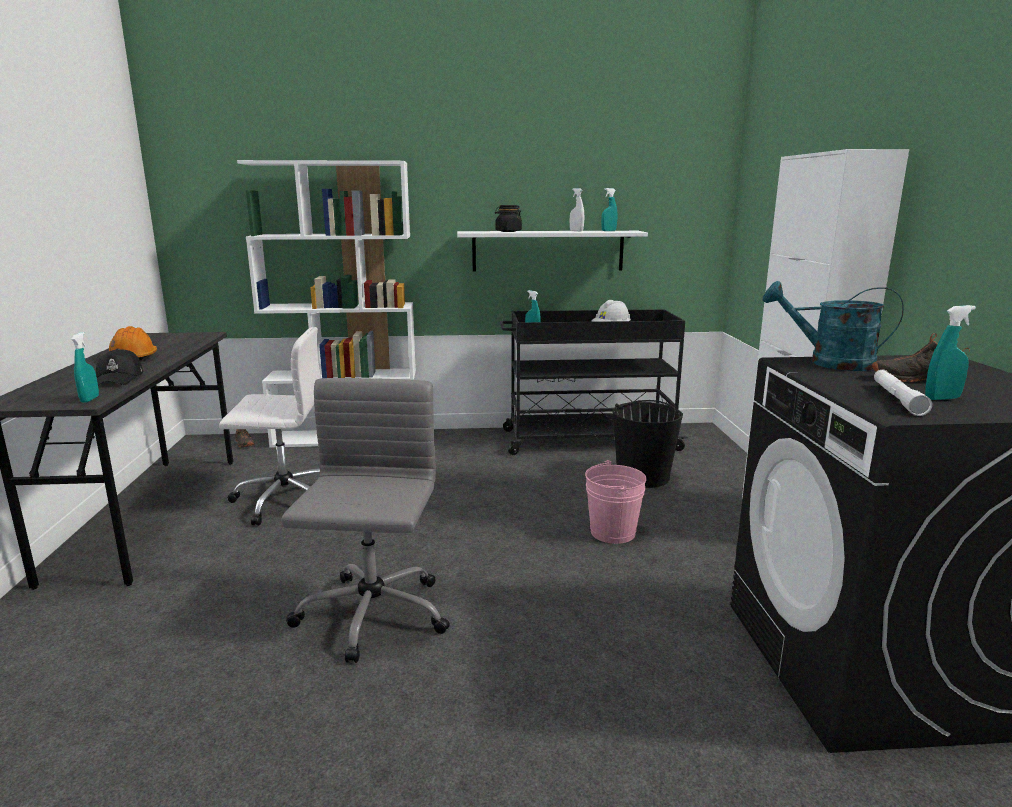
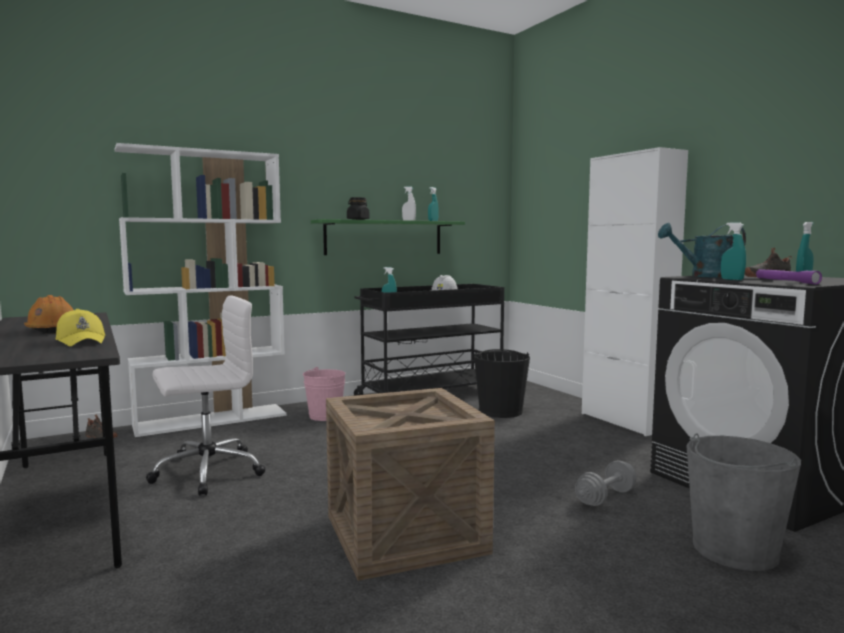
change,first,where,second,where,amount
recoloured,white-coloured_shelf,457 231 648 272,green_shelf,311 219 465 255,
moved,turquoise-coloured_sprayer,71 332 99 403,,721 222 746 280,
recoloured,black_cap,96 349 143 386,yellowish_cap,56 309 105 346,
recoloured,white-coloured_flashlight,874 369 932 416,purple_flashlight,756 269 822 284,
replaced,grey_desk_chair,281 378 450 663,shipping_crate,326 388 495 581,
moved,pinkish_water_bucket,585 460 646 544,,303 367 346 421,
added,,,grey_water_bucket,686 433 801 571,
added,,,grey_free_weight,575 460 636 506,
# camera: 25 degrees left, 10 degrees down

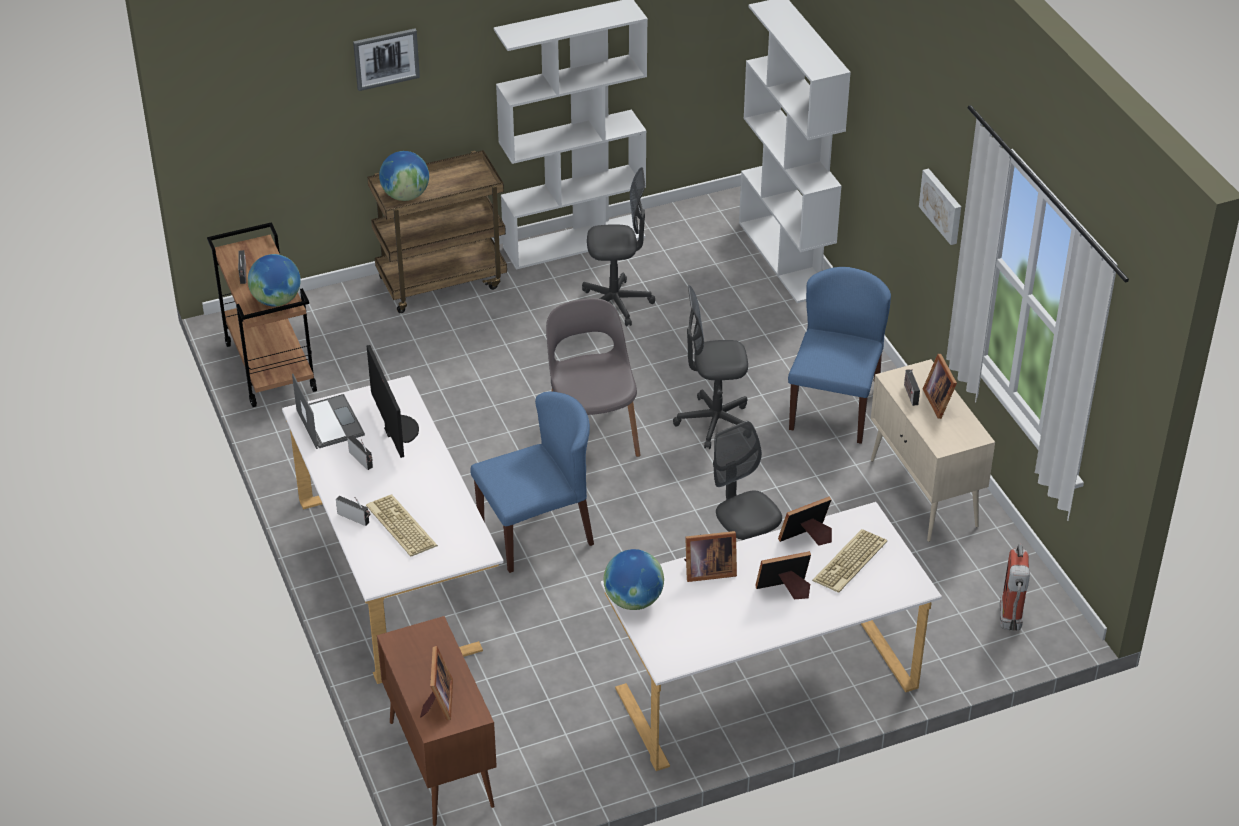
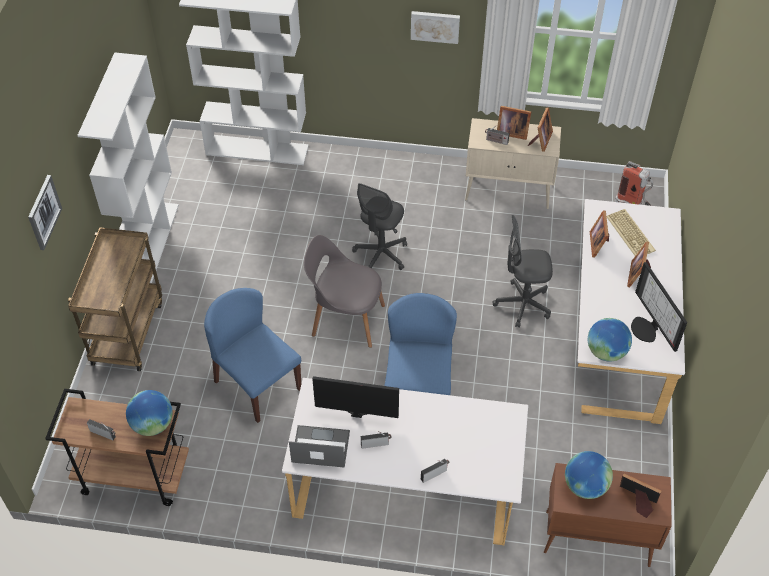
change,first,where,second,where,amount
moved,desk_globe,379 151 429 201,,565 451 613 499,
removed,grey_desk_chair,582 167 655 327,,,
moved,blue-coloured_plain_chair,788 267 891 444,,204 288 301 423,
removed,computer_keyboard,366 495 438 556,,,
moved,standing_frame,684 531 737 582,,528 107 553 152,
added,,,computer_display,631 262 687 352,
# camera: 60 degrees left, 10 degrees up

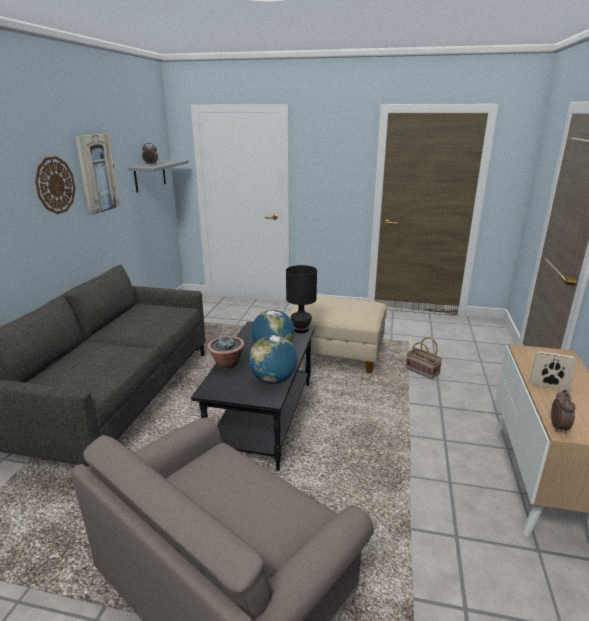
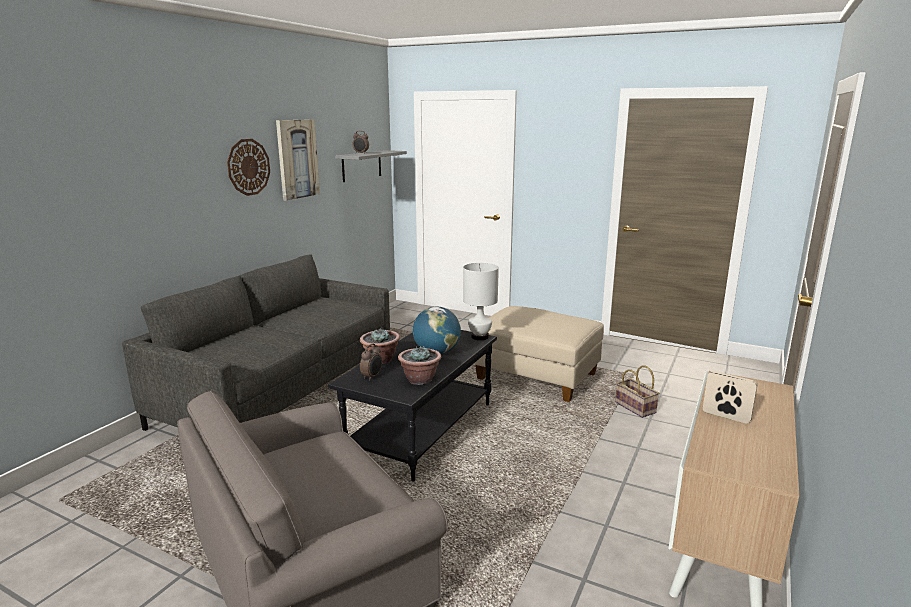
change,first,where,second,where,amount
recoloured,black_table_lamp,286 265 317 333,white-coloured_table_lamp,463 263 499 340,
replaced,desk_globe,249 335 298 384,potted_plant,398 346 441 385,
moved,table_clock,551 390 576 434,,360 344 382 381,
# camera: 15 degrees right, 5 degrees down

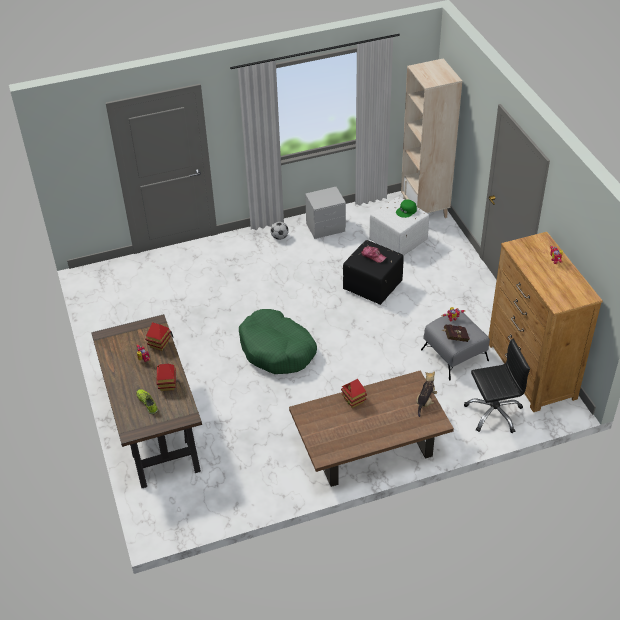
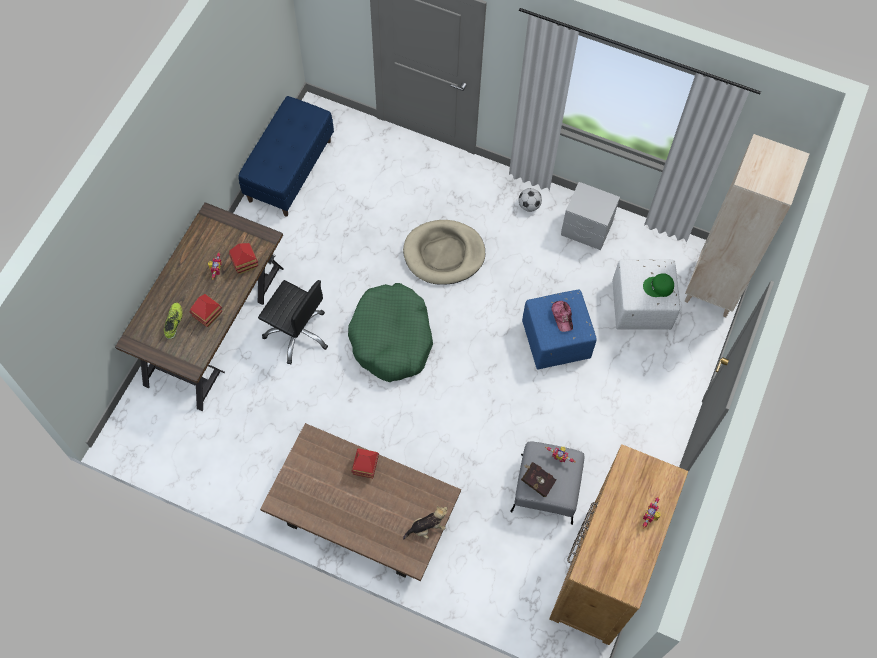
change,first,where,second,where,amount
recoloured,black_footrest,343 240 404 305,blue-coloured_footrest,522 290 597 369,
moved,black_desk_chair,464 339 530 433,,258 280 328 364,
added,,,blue-coloured_long_seat,238 96 334 217,
added,,,beige-coloured_pet_bed,403 220 485 285,
# camera: 40 degrees right, 20 degrees up

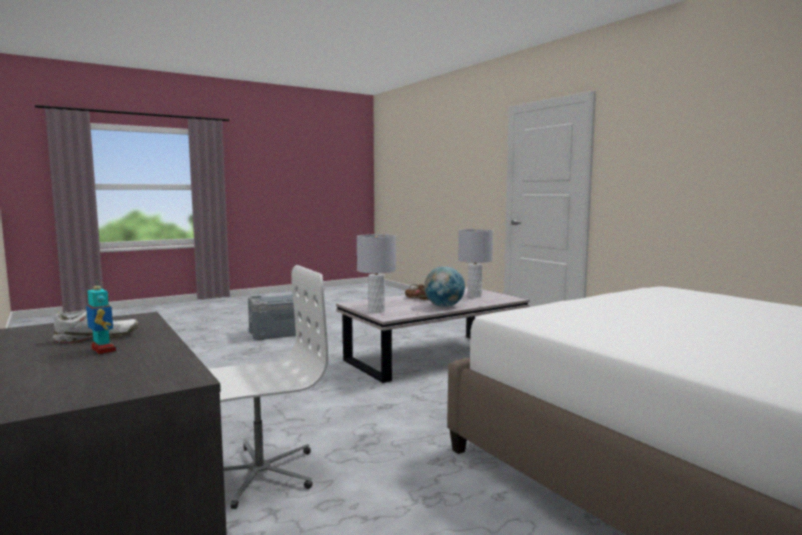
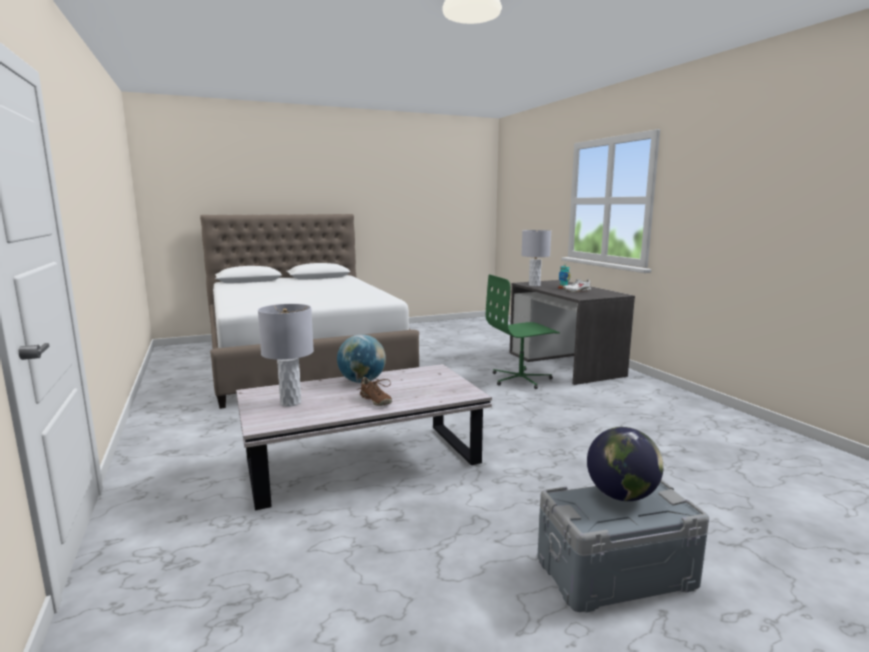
change,first,where,second,where,amount
moved,grey_table_lamp,357 234 396 312,,521 230 551 286,
recoloured,white-coloured_desk_chair,208 265 328 509,green_desk_chair,486 274 560 389,
added,,,desk_globe,587 427 663 501,
# camera: 170 degrees left, 5 degrees up

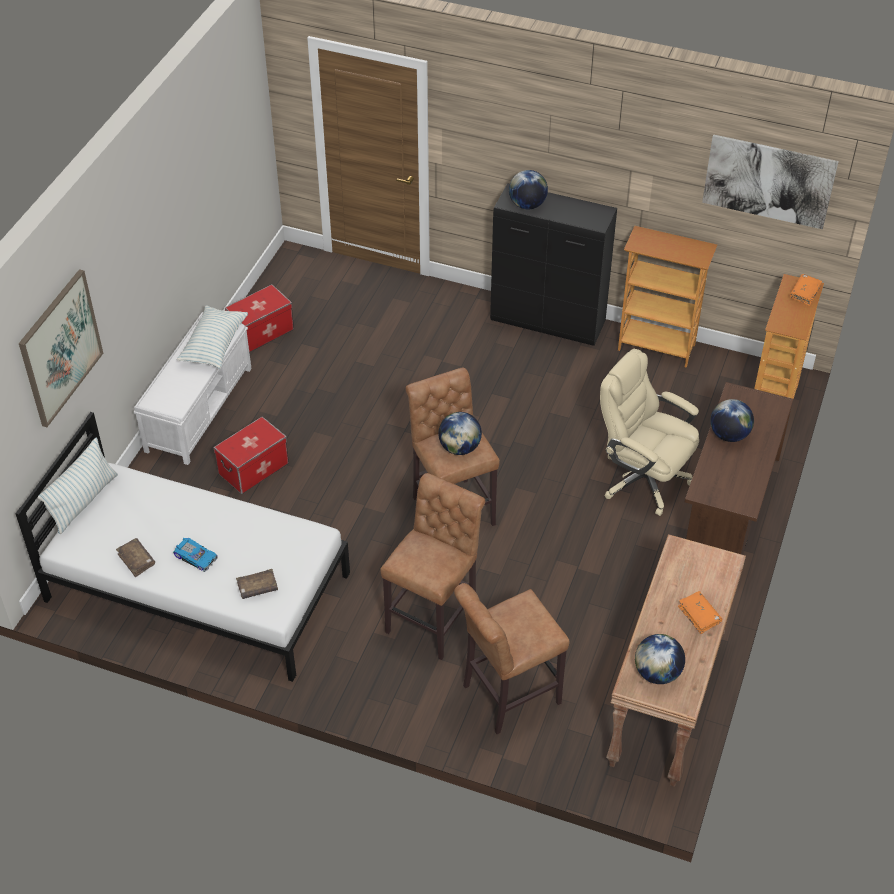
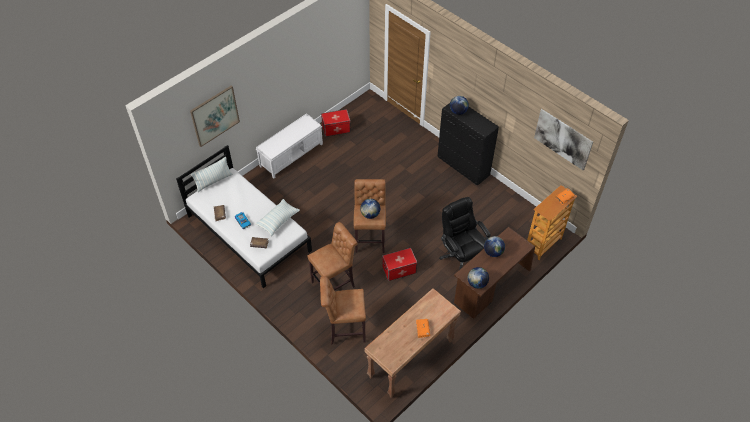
change,first,where,second,where,amount
removed,bookshelf,618 226 717 368,,,
moved,pillow,177 305 248 369,,255 199 300 236,
recoloured,beige-coloured_desk_chair,600 349 699 516,black_desk_chair,439 197 491 270,
moved,storage_container,213 417 289 494,,382 248 417 281,
moved,desk_globe,635 634 685 684,,468 267 489 289,
# camera: 25 degrees right, 5 degrees up

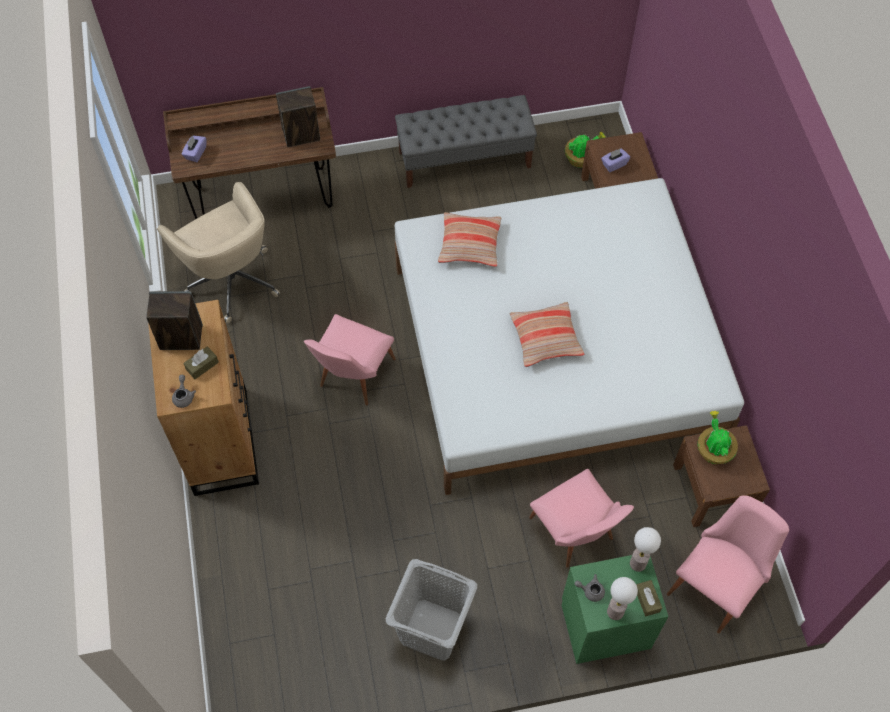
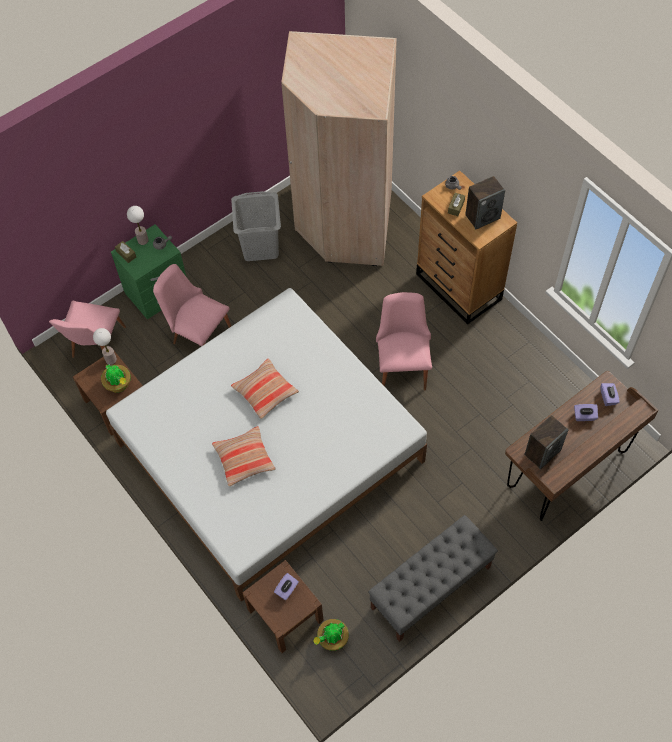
change,first,where,second,where,amount
removed,beige-coloured_desk_chair,157 182 280 323,,,
moved,pillow,438 212 501 267,,212 426 276 486,
moved,table_lamp,630 527 661 572,,93 328 117 365,
added,,,beige-coloured_armoire,281 31 397 266,
added,,,purple_box_of_tissues,574 404 598 421,
# camera: 155 degrees right, 0 degrees up

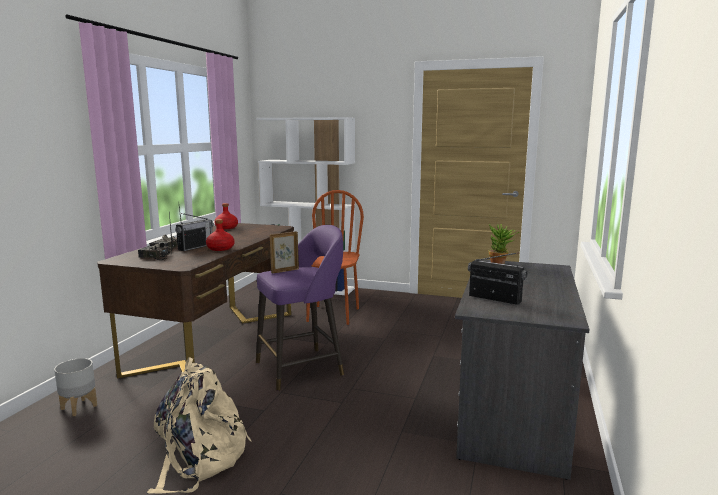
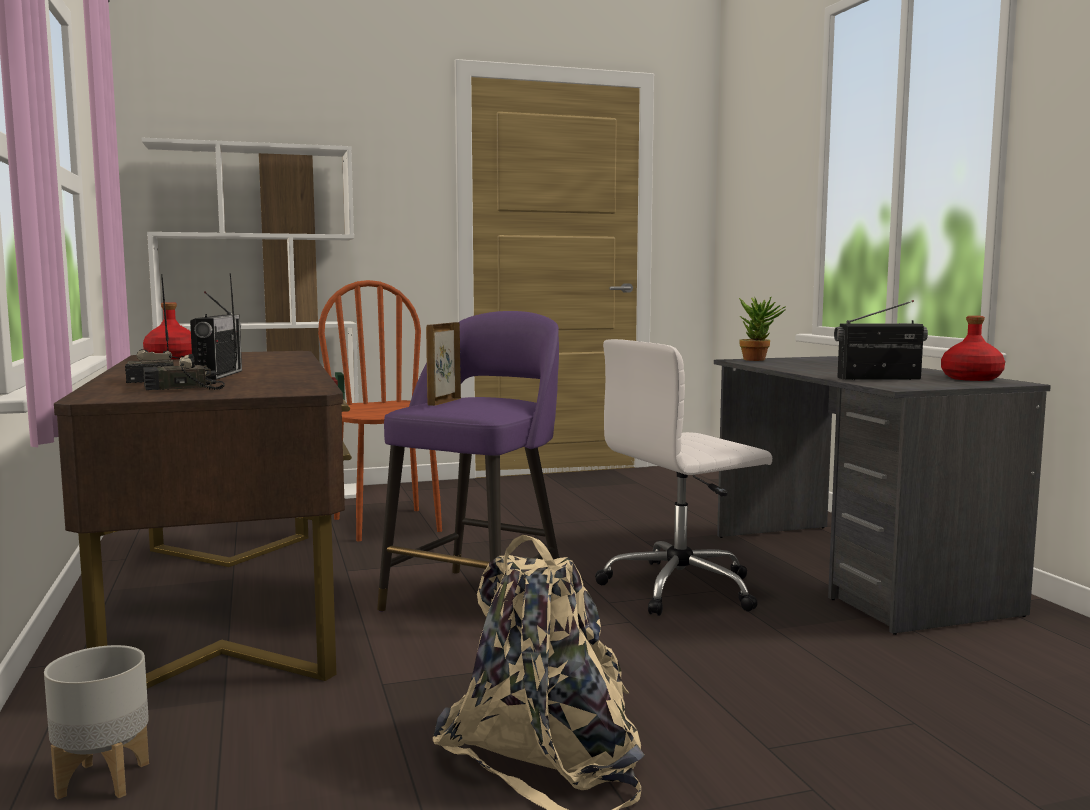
change,first,where,second,where,amount
moved,reddish_bottle,206 219 234 251,,941 316 1005 381,
added,,,white-coloured_desk_chair,595 339 772 616,
# camera: 35 degrees left, 5 degrees down

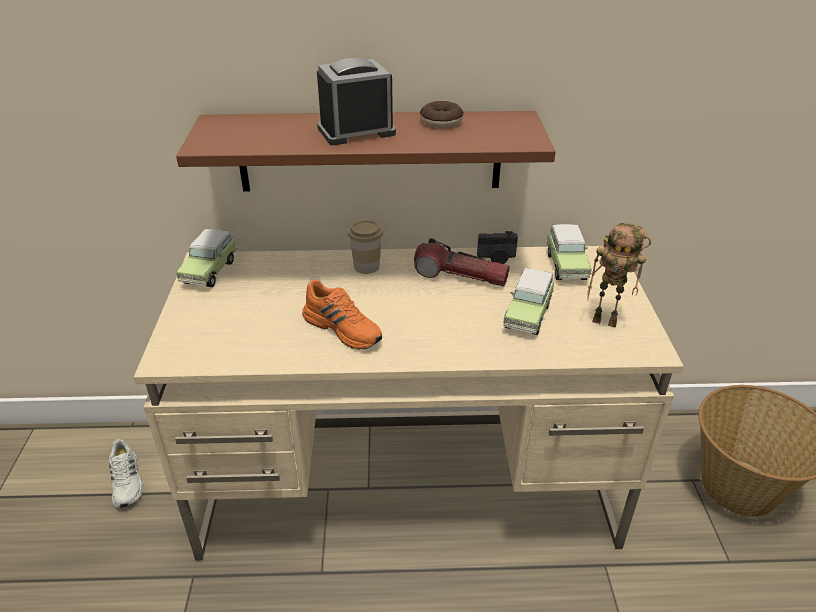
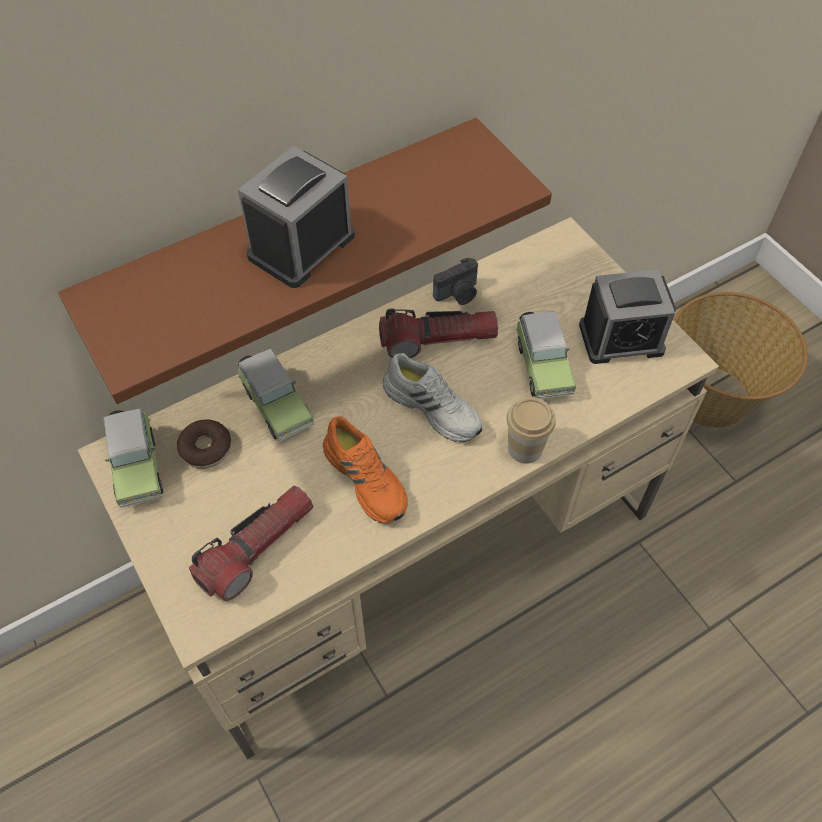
change,first,where,second,where,amount
moved,donut,420 101 464 128,,177 419 231 469,
moved,drinking_cup,348 220 383 274,,506 397 556 464,
replaced,robot_figure,587 223 651 328,table_clock,579 269 676 364,
moved,miniature_car,546 224 592 280,,237 348 314 442,
turned,orange_shoe,302 279 382 350,,323 417 408 524,45 degrees clockwise
moved,white-coloured_shoe,109 439 144 508,,383 353 482 442,
added,,,flashlight,189 485 313 601,
# camera: 30 degrees left, 20 degrees up

